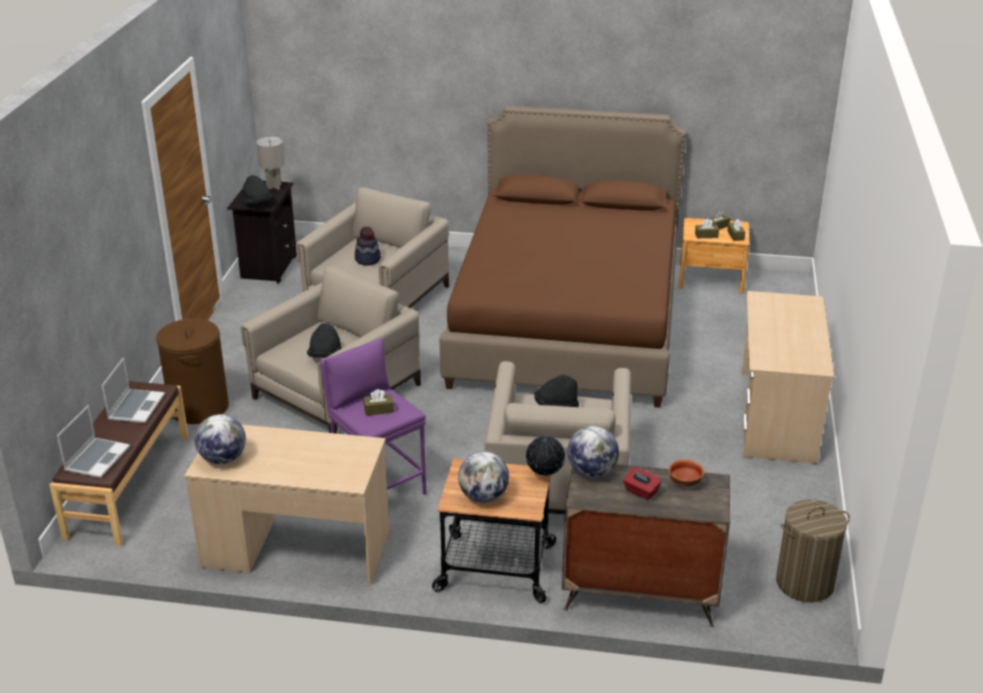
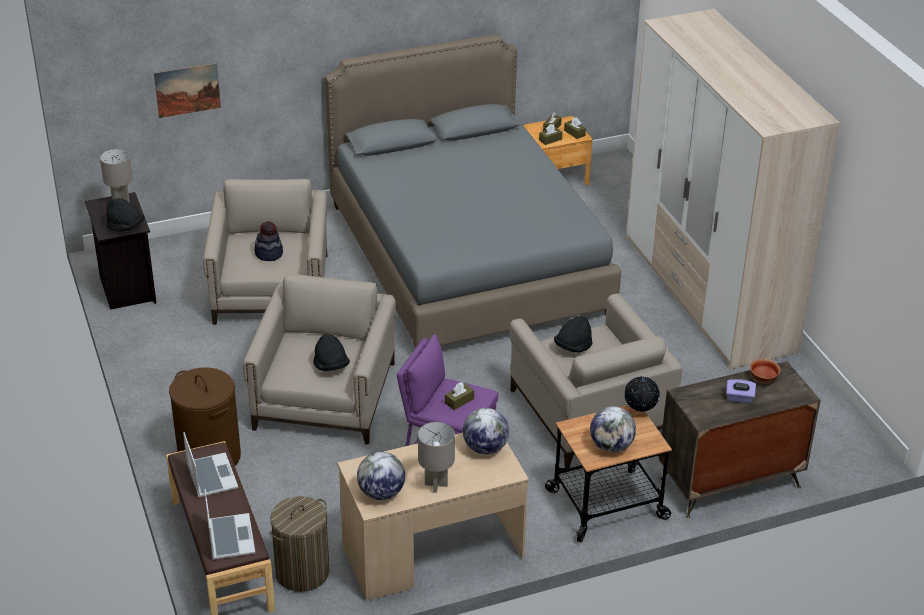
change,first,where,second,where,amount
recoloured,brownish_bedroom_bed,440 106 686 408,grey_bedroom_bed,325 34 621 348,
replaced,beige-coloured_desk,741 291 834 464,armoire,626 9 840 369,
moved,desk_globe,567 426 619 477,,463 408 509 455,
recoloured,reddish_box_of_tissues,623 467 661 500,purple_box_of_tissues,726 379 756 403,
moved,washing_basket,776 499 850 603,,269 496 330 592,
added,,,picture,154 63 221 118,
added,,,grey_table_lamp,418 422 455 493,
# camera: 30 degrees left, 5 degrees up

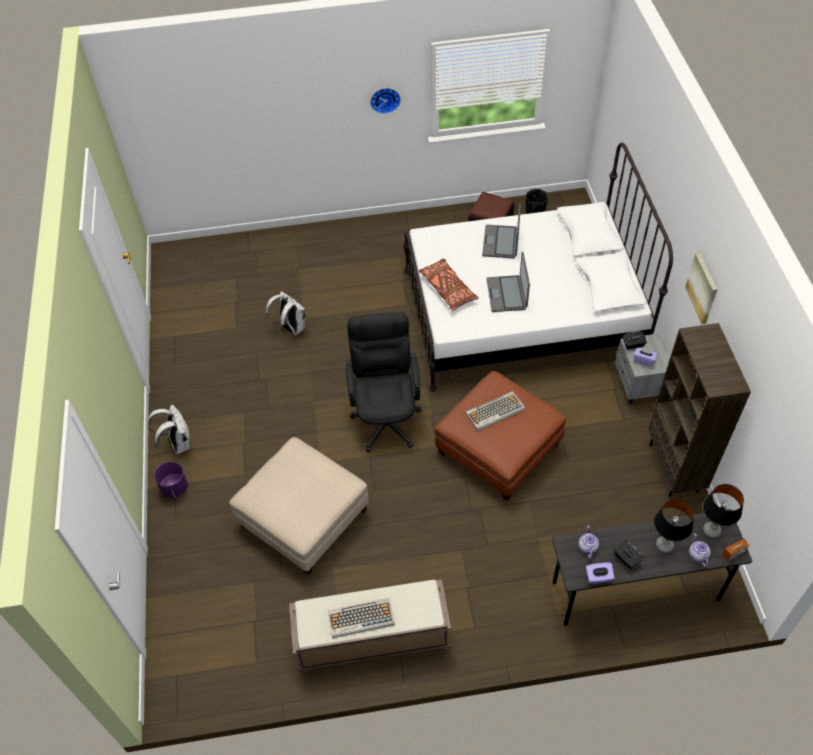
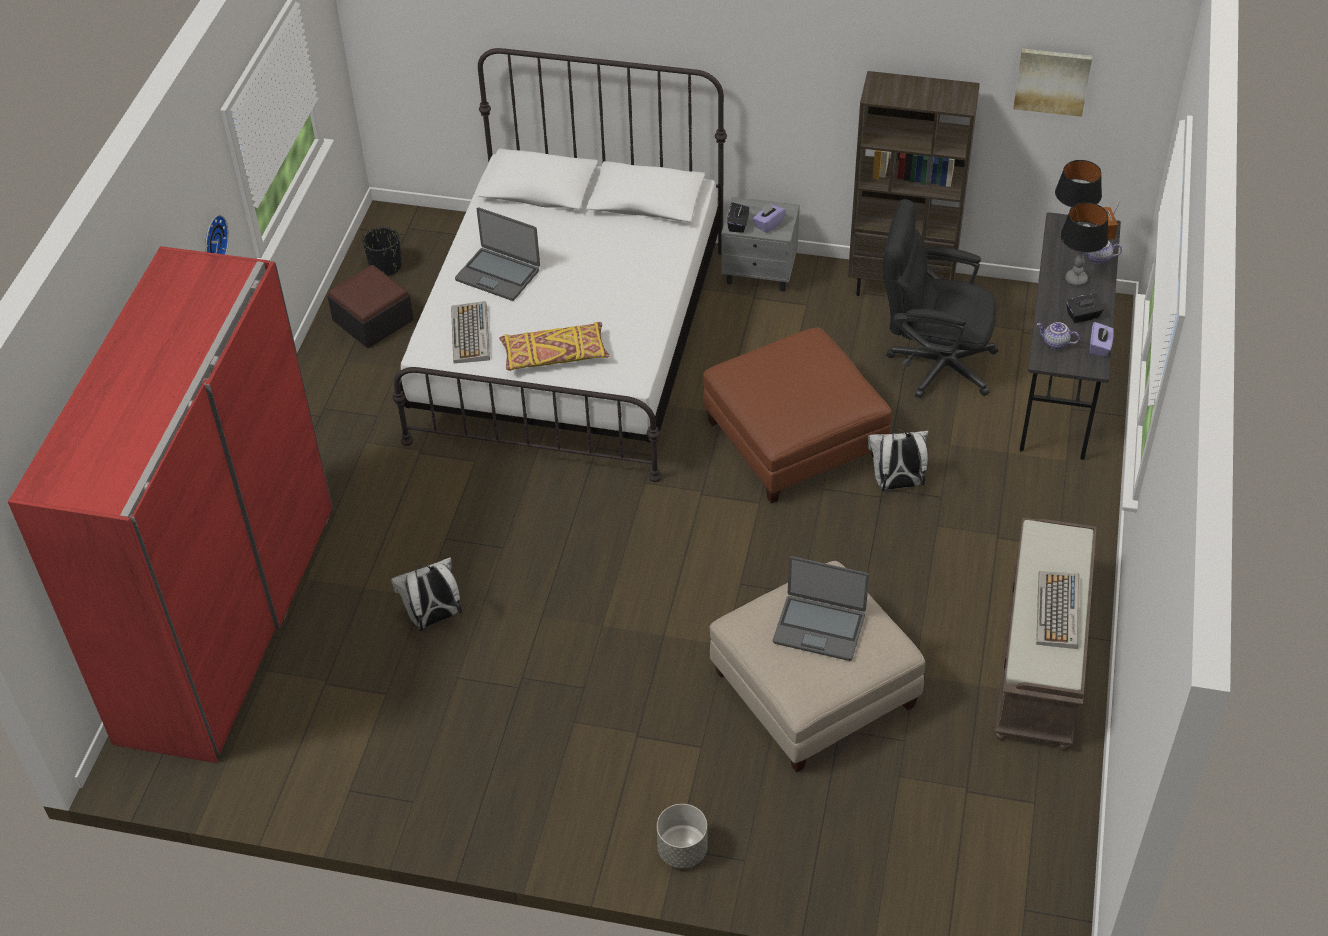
change,first,where,second,where,amount
moved,notebook_computer,487 252 530 312,,773 556 869 661,
moved,picture,685 253 718 324,,1013 49 1092 117,
recoloured,brownish_pillow,419 258 479 311,yellowish_pillow,499 322 609 371,
moved,black_desk_chair,346 312 422 452,,883 199 998 398,
moved,computer_keyboard,465 391 525 431,,451 301 490 363,
moved,white-coloured_knapsack,148 404 190 454,,868 430 928 491,
recoloured,purple_plant_pot,154 462 188 498,grey_plant_pot,657 804 708 868,
added,,,reddish_armoire,8 246 333 763,
# camera: 70 degrees left, 5 degrees down

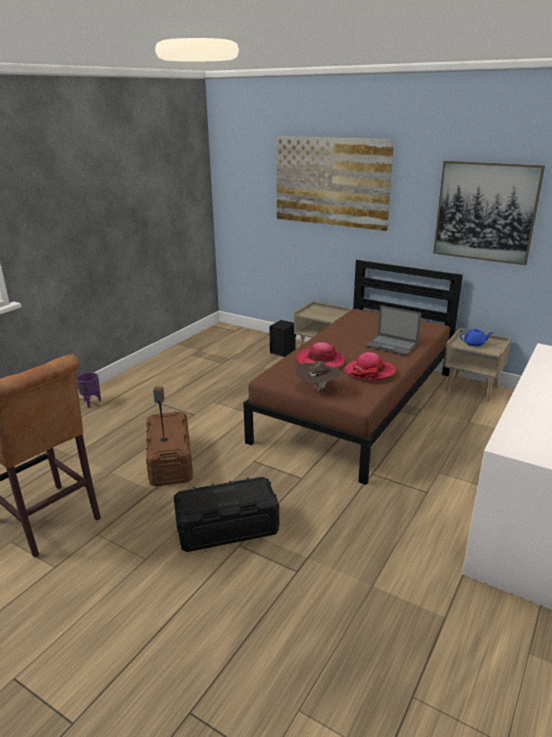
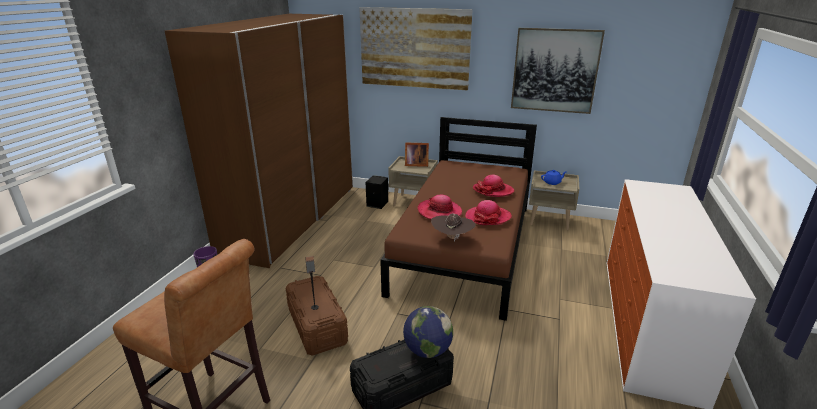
change,first,where,second,where,amount
replaced,notebook_computer,365 305 421 355,clothing_hat,473 175 515 197,
added,,,brownish_armoire,165 14 353 268,
added,,,standing_frame,405 143 429 167,
added,,,desk_globe,403 306 453 358,
# camera: 15 degrees left, 0 degrees up

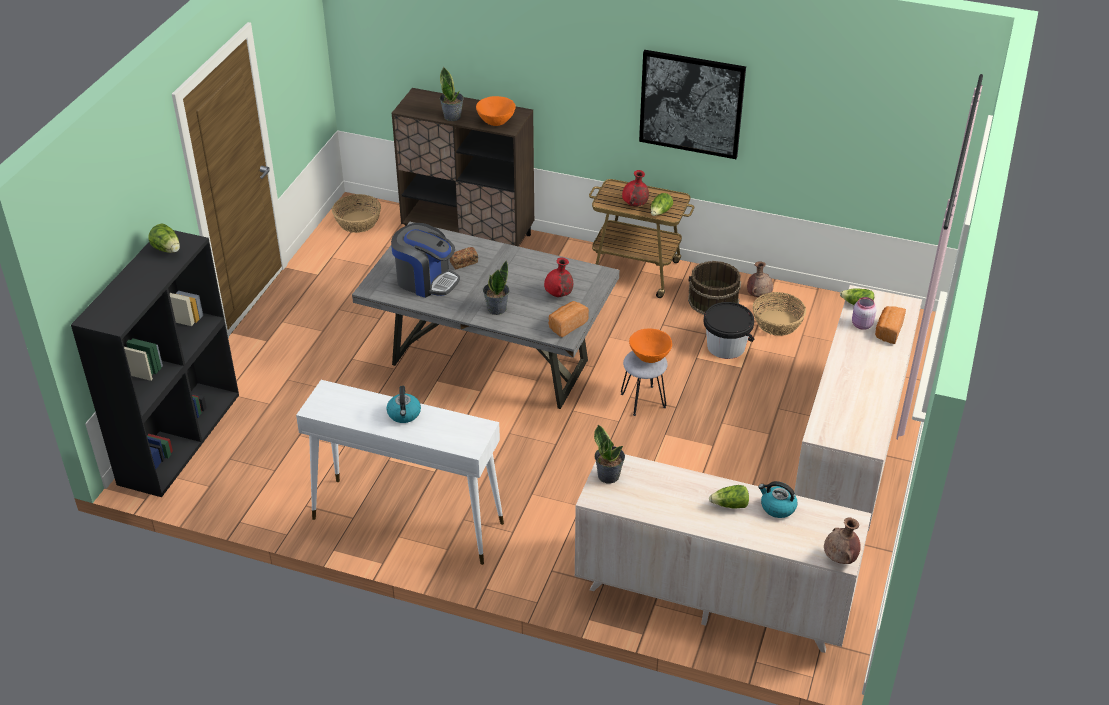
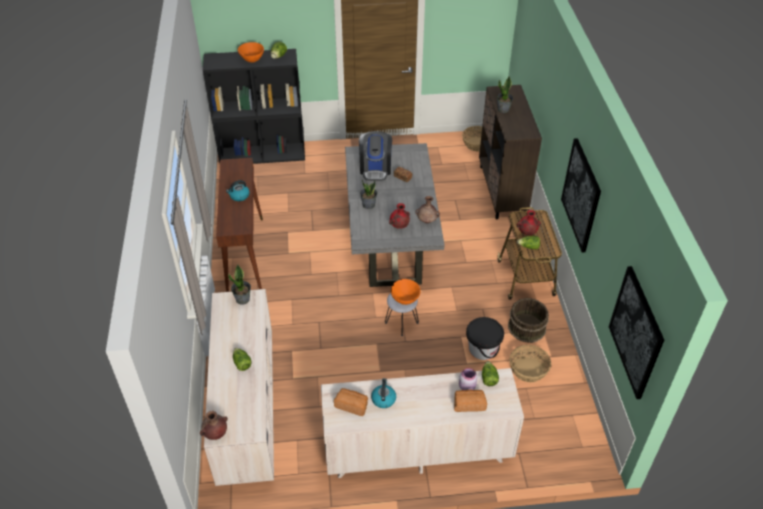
change,first,where,second,where,amount
moved,orange_deep_dish,476 96 516 126,,238 42 264 63,
moved,brownish_decorative_vase,747 261 773 298,,415 196 440 223,
moved,bakery_bread,548 301 589 337,,334 388 368 416,
recoloured,white-coloured_narrow_table,296 380 504 565,brownish_narrow_table,216 158 263 292,
moved,tea_kettle,758 481 797 518,,371 378 396 408,
added,,,picture,609 266 664 399,
# camera: 65 degrees right, 5 degrees up

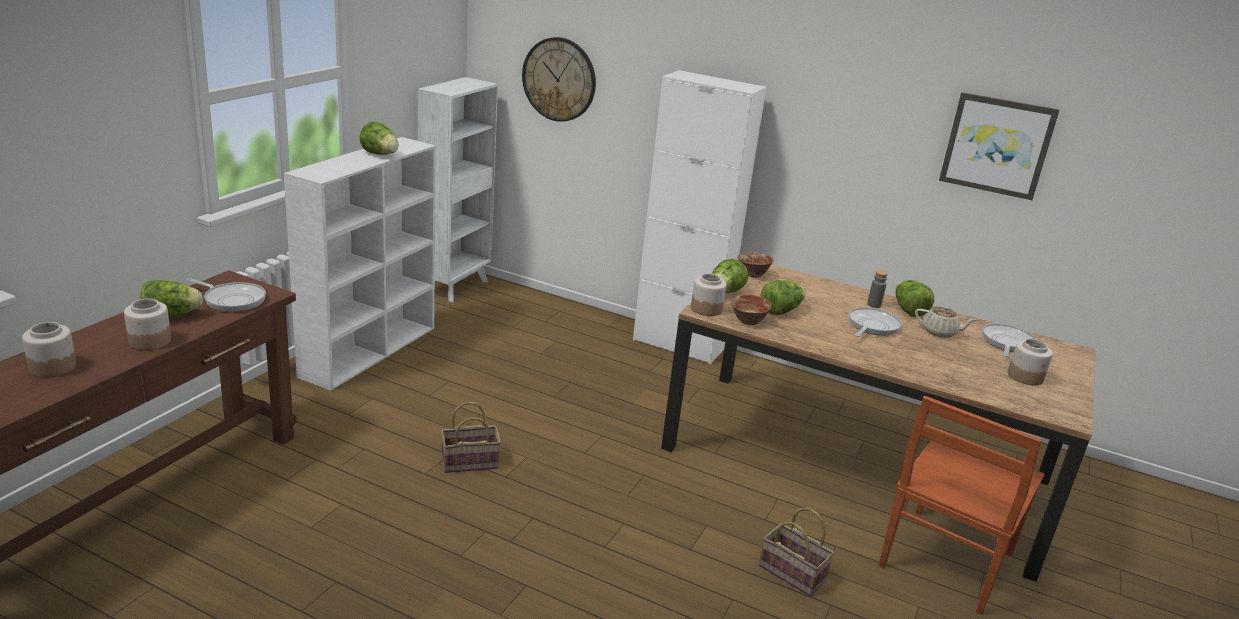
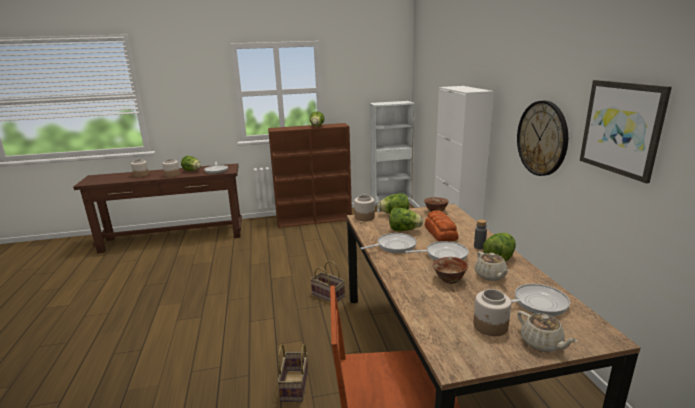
change,first,where,second,where,amount
moved,clock_on_the_wall,522 37 596 122,,517 101 568 176,
recoloured,white-coloured_bookshelf,284 137 436 391,brownish_bookshelf,268 123 352 228,
moved,deep_dish,731 294 772 325,,432 257 468 284,
moved,basket,441 402 501 473,,310 261 345 302,
added,,,bakery_bread,425 211 459 241,
added,,,skillet,360 233 417 253,
added,,,beige-coloured_tea_pot,517 311 578 352,
# camera: 55 degrees right, 5 degrees down

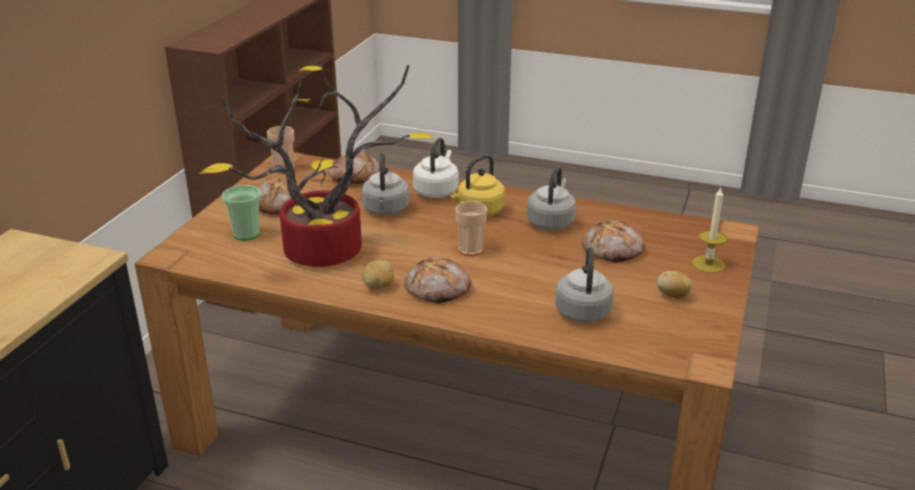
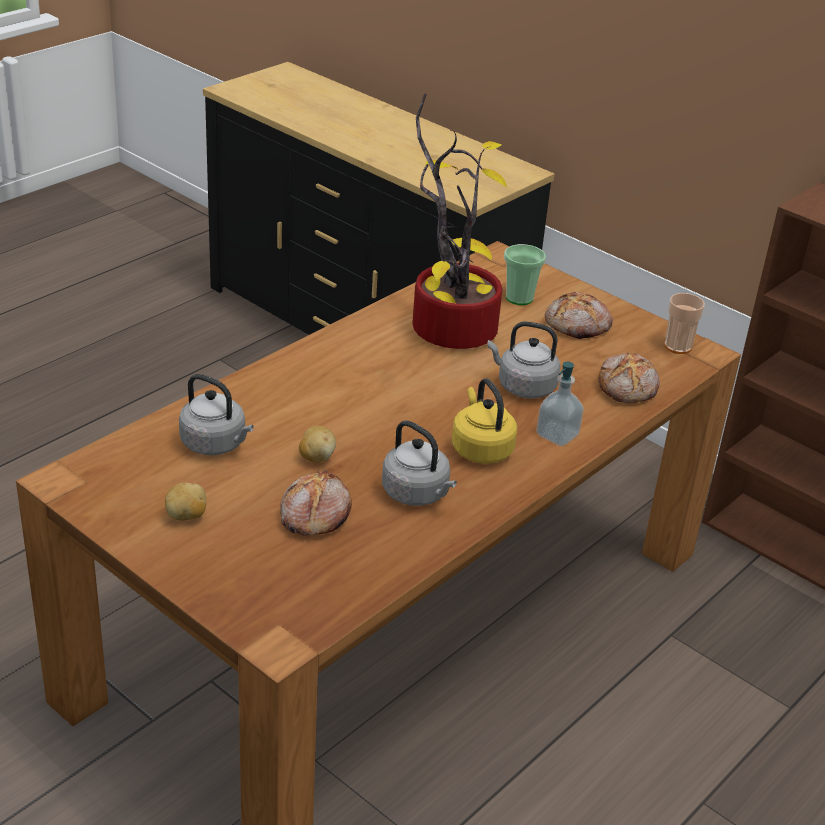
change,first,where,second,where,amount
replaced,white-coloured_tea_kettle,413 138 459 198,soap_bottle,536 362 584 446,
removed,wax_light,692 187 727 273,,,
removed,drinking_cup,456 201 487 256,,,
removed,bakery_bread,404 257 472 304,,,
moved,spud,362 260 394 290,,299 426 336 463,
# camera: 110 degrees right, 5 degrees up

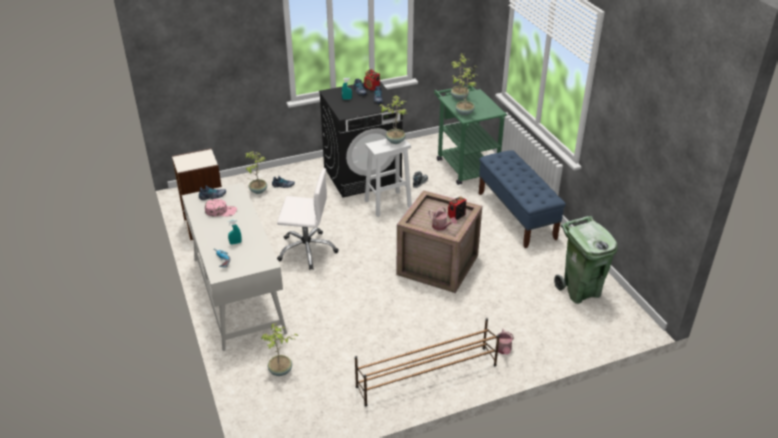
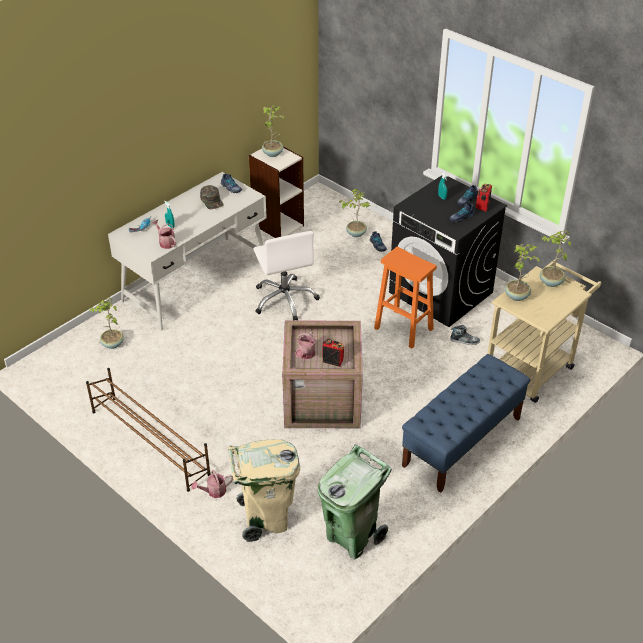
change,first,where,second,where,amount
recoloured,green_cart,434 84 507 185,beige-coloured_cart,488 259 601 403,
moved,potted_plant,380 96 407 144,,262 105 286 157,
recoloured,white-coloured_stool_seat,364 139 412 217,orange_stool_seat,374 247 437 348,
recoloured,pinkish_cap,205 199 237 217,green_cap,200 185 224 209,
added,,,watering_pot,152 220 176 249,
added,,,beige-coloured_rubbish_bin,228 439 300 542,
# camera: 65 degrees right, 5 degrees up

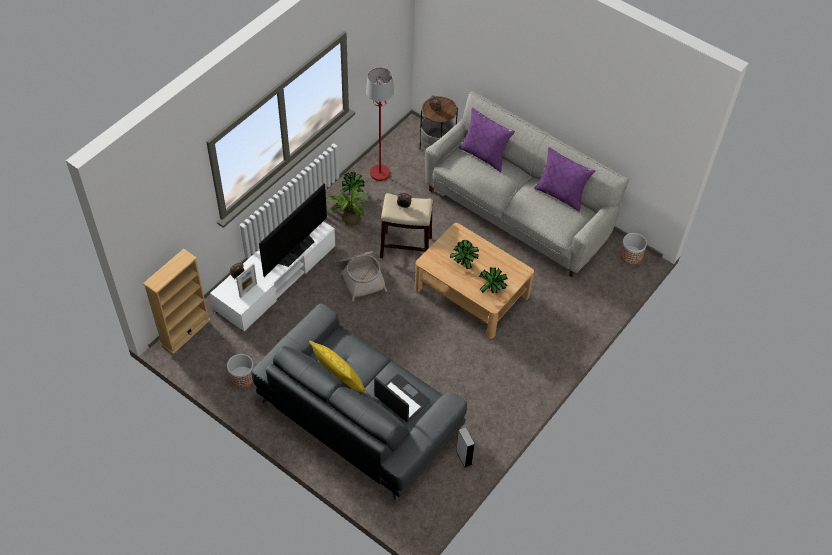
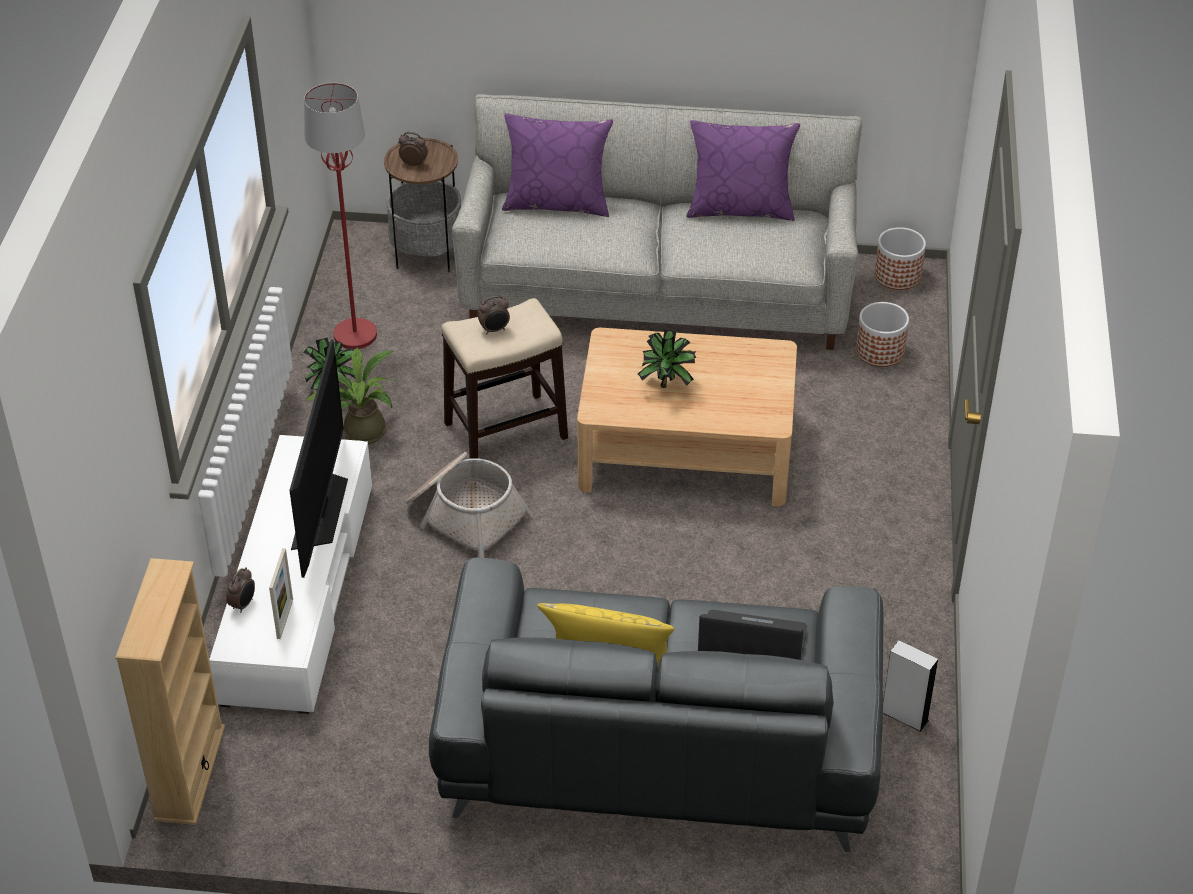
change,first,where,second,where,amount
removed,potted_plant,479 267 508 293,,,
moved,plant_pot,227 354 254 388,,856 302 909 367,
# camera: 30 degrees left, 10 degrees down

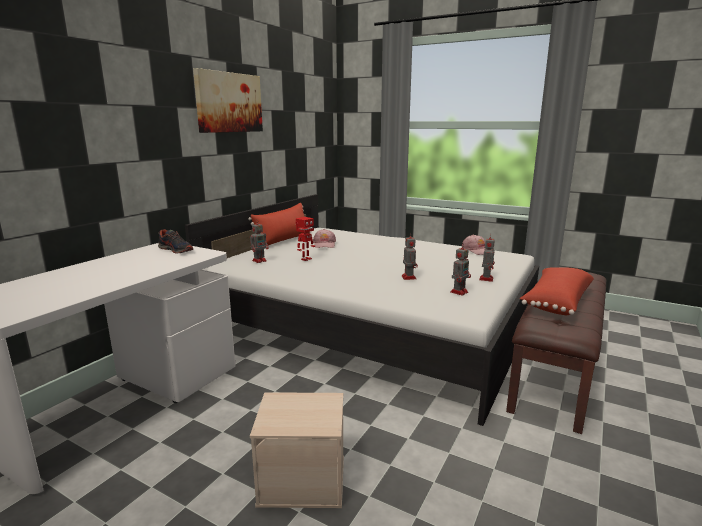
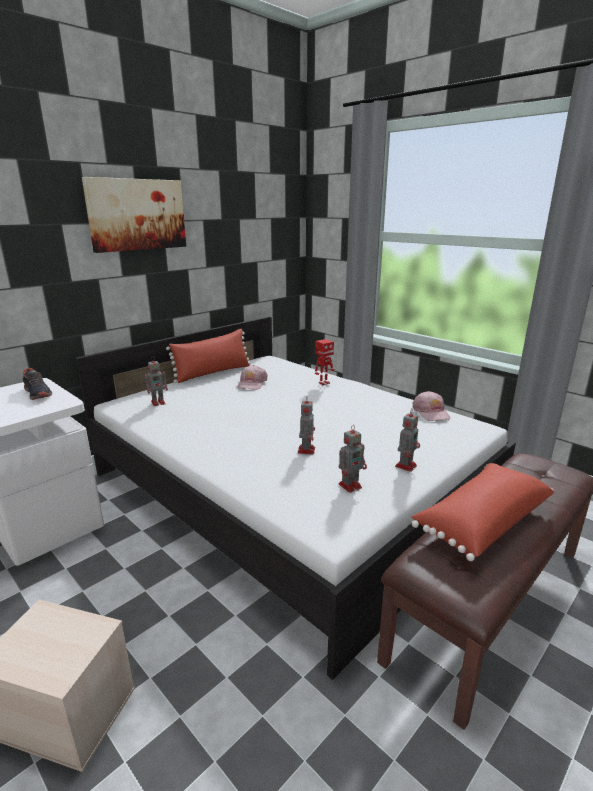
change,first,where,second,where,amount
moved,robot_figure,296 217 315 261,,315 339 335 385,
# camera: 15 degrees right, 5 degrees up

